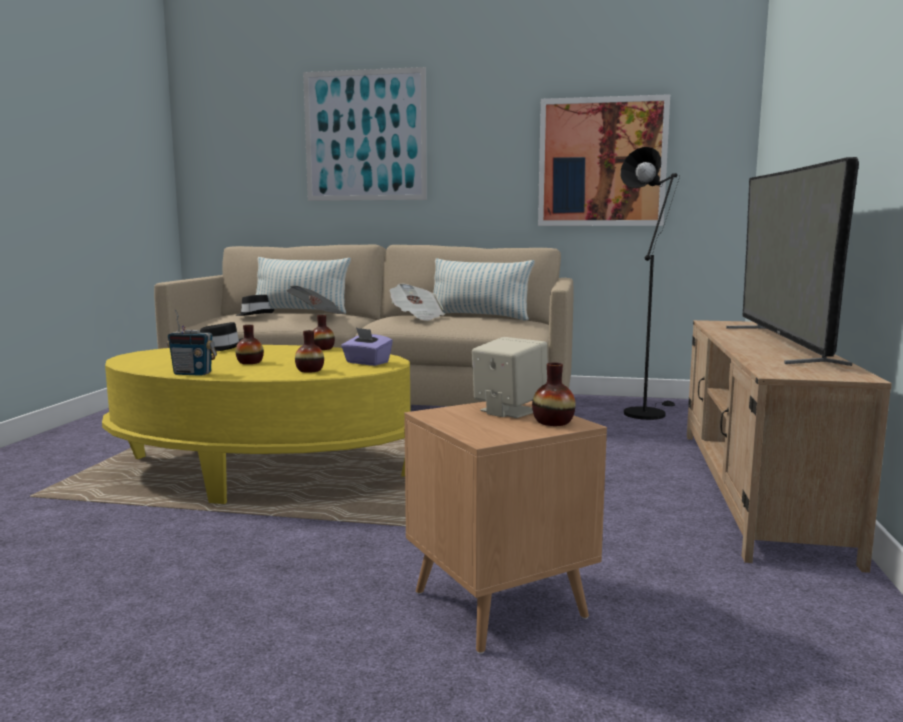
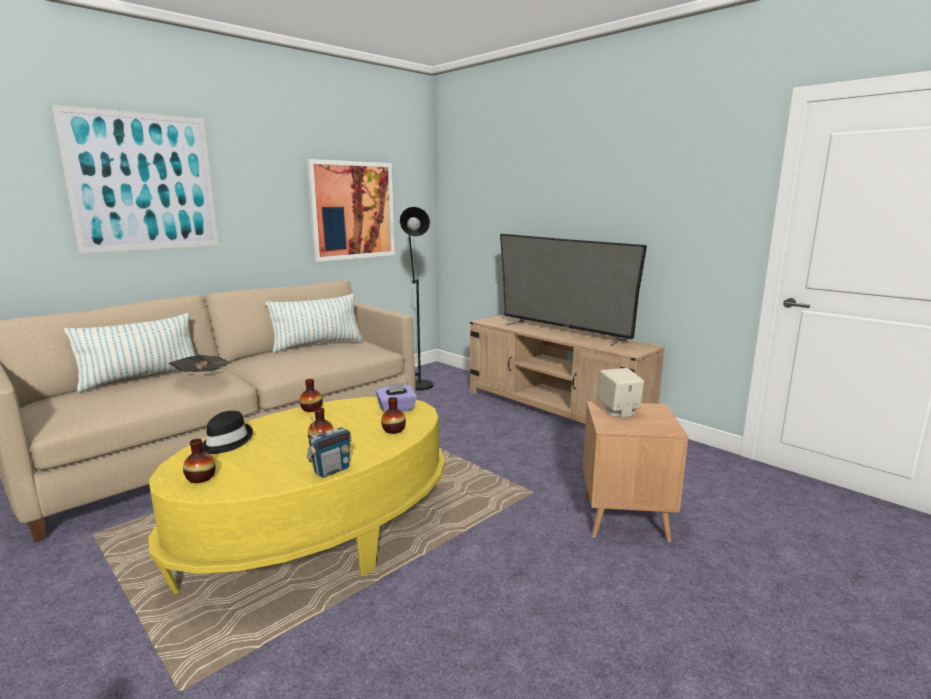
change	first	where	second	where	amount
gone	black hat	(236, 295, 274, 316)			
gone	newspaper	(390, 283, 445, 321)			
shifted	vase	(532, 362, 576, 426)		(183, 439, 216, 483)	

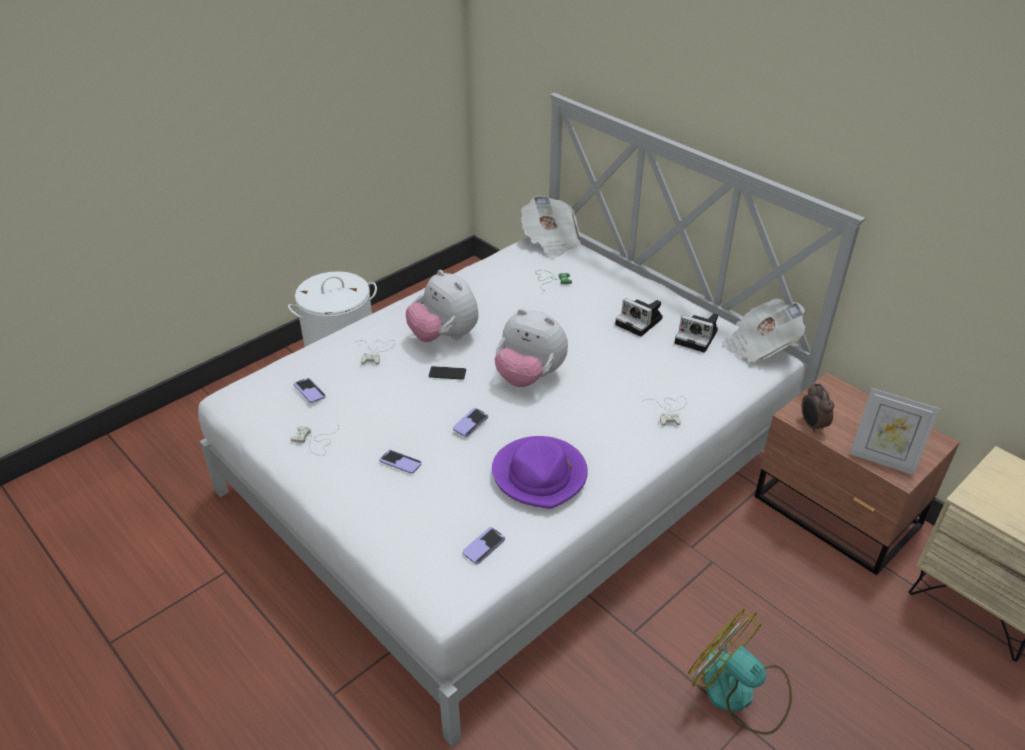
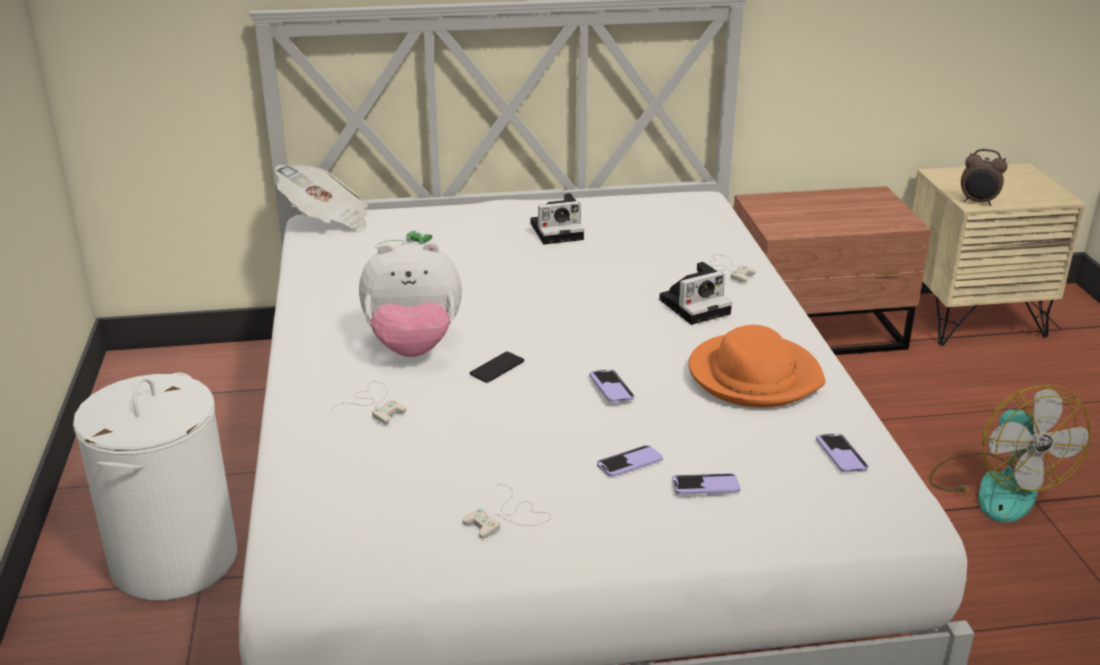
change	first	where	second	where	amount
gone	plush toy	(494, 309, 568, 387)			
gone	newspaper	(722, 298, 806, 363)			
gone	picture frame	(849, 388, 940, 475)			
shifted	phone	(294, 378, 326, 403)		(672, 473, 740, 495)	
shifted	photo camera	(675, 313, 718, 353)		(659, 262, 732, 325)	
shifted	alarm clock	(802, 383, 834, 433)		(961, 149, 1008, 206)	
repainted	purple hat	(492, 436, 588, 509)	orange hat	(689, 325, 825, 407)	
rotated	fan	(688, 608, 792, 735)		(929, 385, 1091, 523)	90 degrees counterclockwise

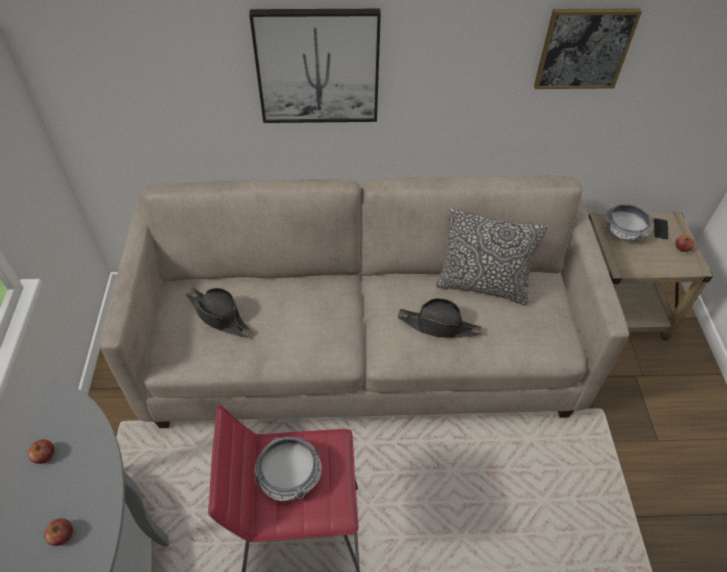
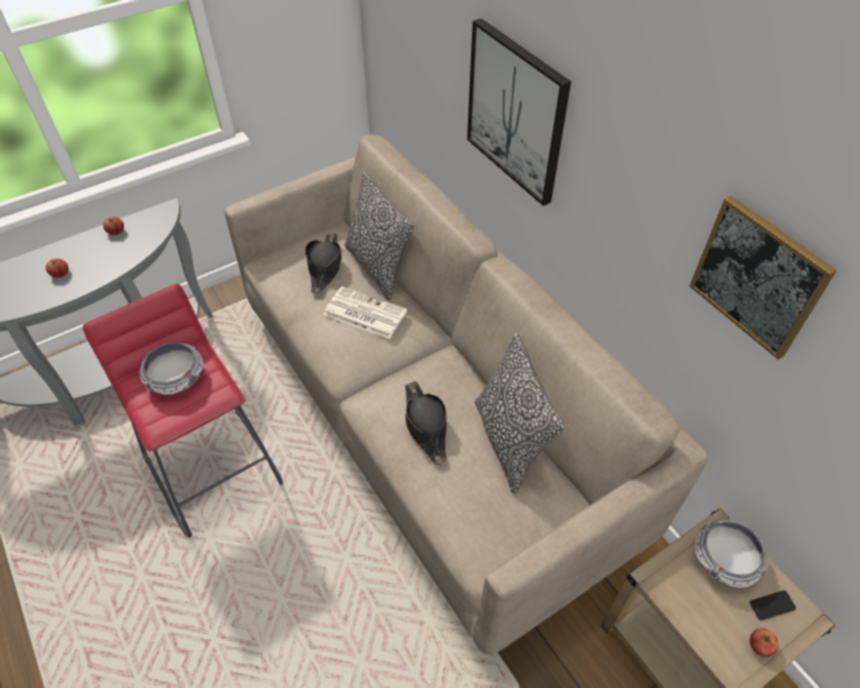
change	first	where	second	where	amount
new			newspaper	(323, 286, 408, 339)	
new			pillow	(345, 171, 414, 301)	

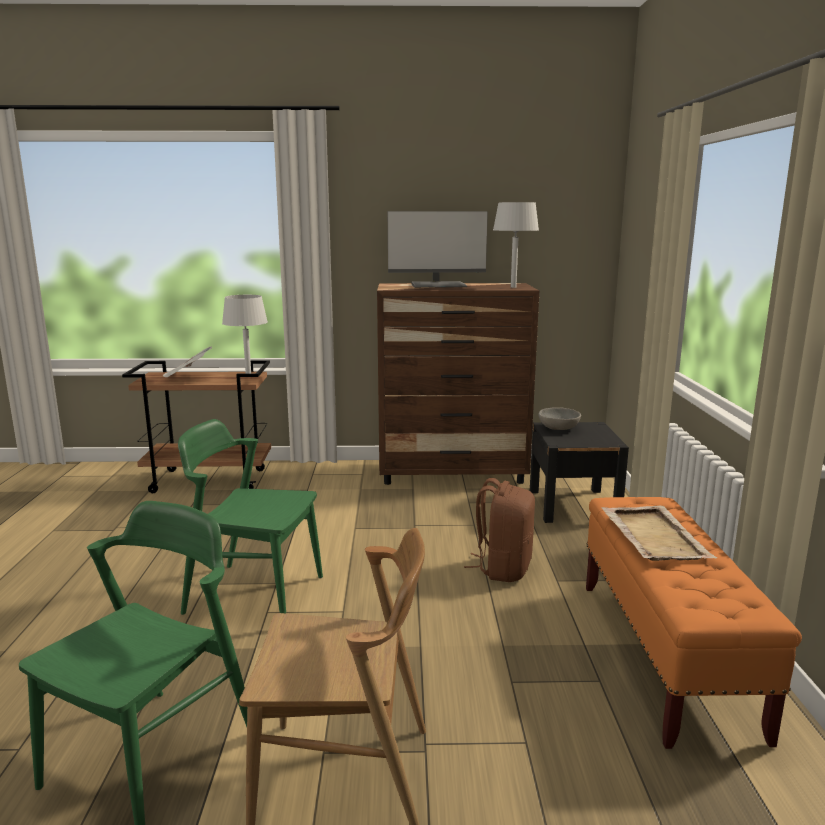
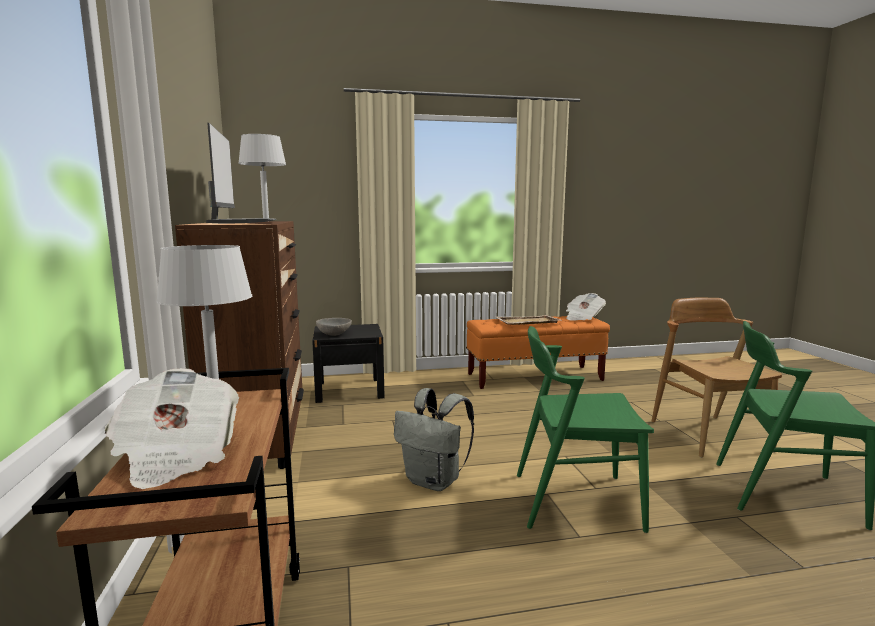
change	first	where	second	where	amount
gone	brown backpack	(464, 478, 535, 582)			
new			grey backpack	(394, 388, 474, 491)	
new			newspaper	(566, 293, 606, 321)	
rotated	green chair	(178, 419, 323, 615)		(517, 326, 654, 533)	90 degrees clockwise

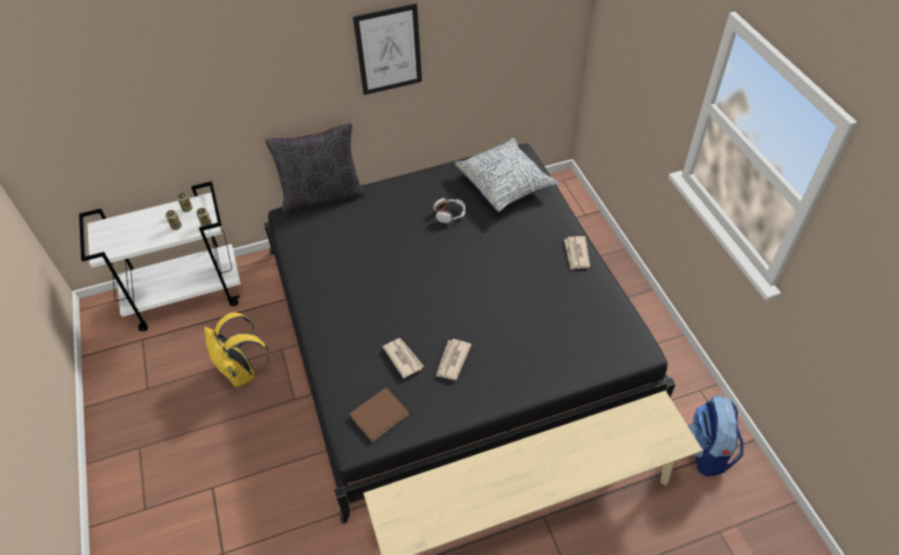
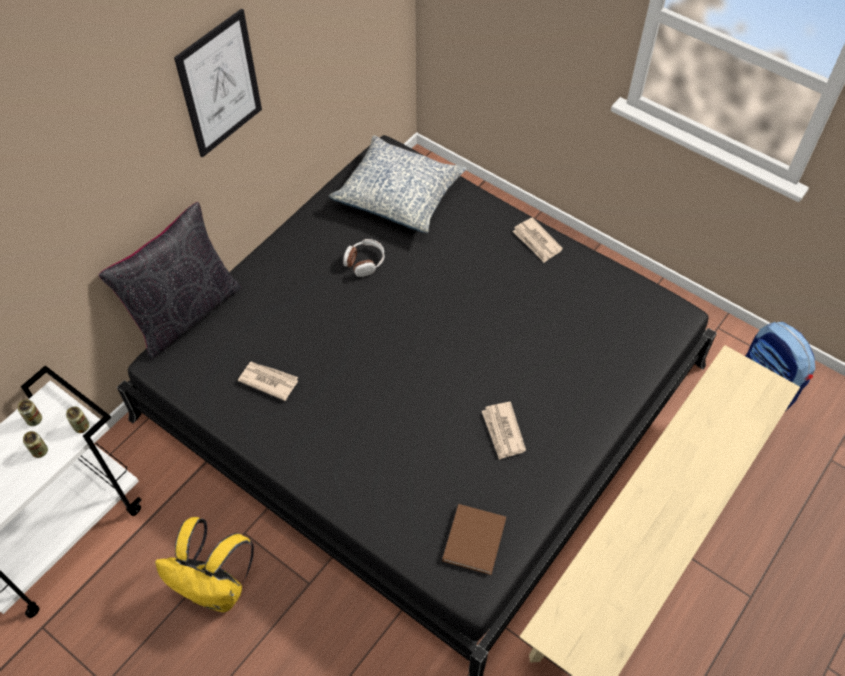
change	first	where	second	where	amount
shifted	newspaper	(383, 338, 424, 378)		(238, 361, 298, 401)	

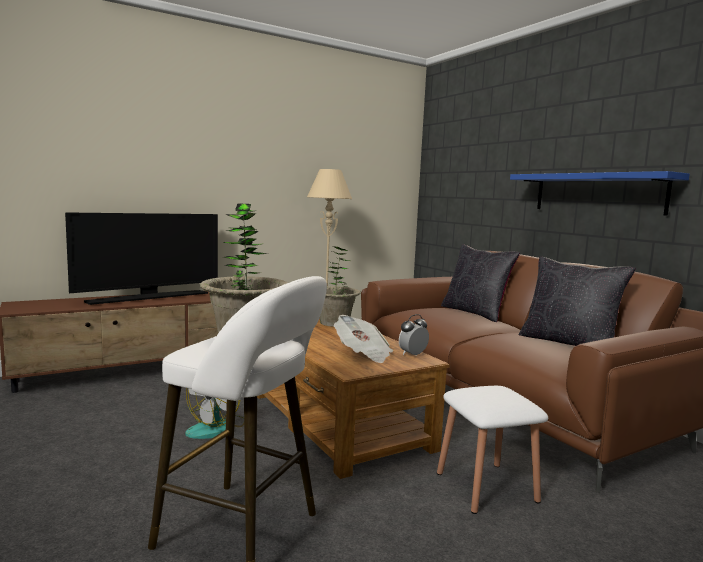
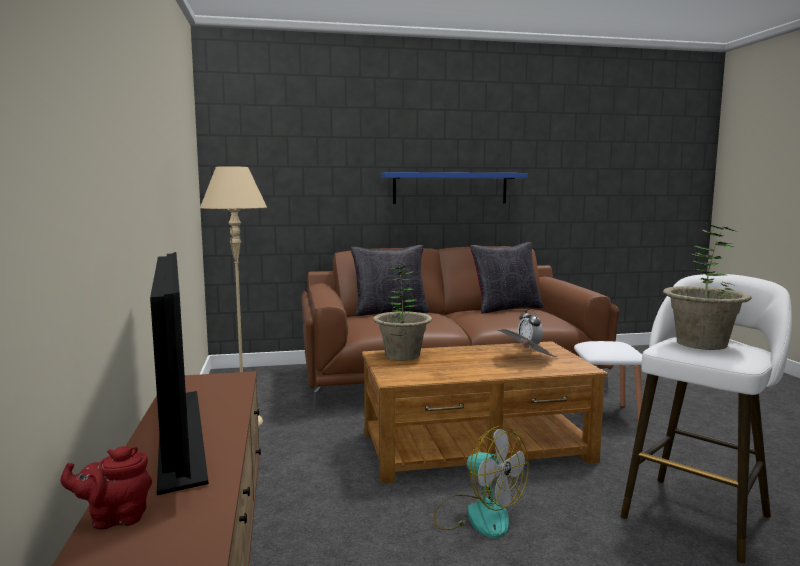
change	first	where	second	where	amount
new			red teapot	(61, 446, 152, 530)	

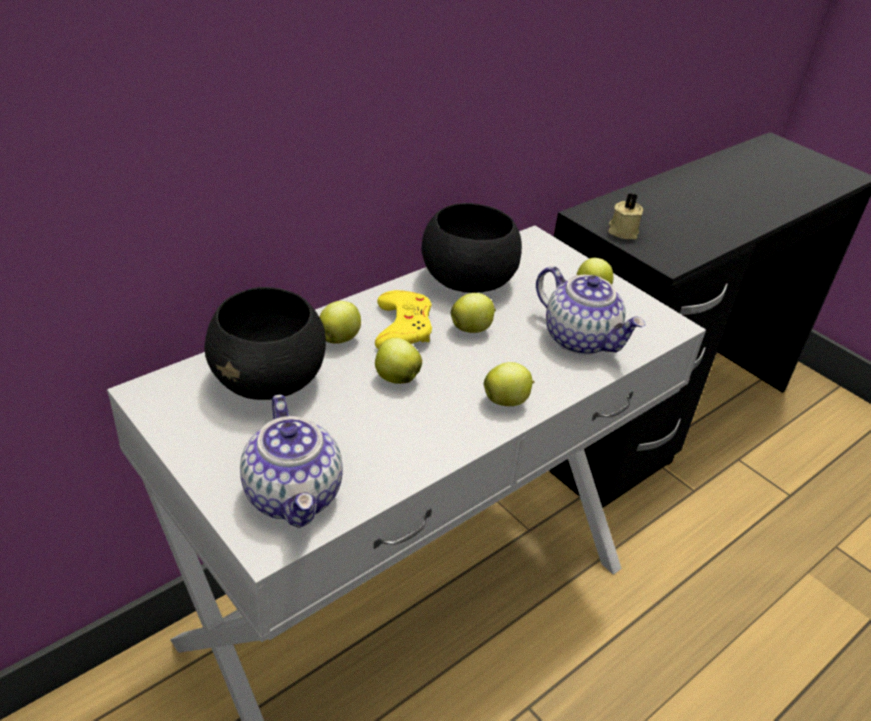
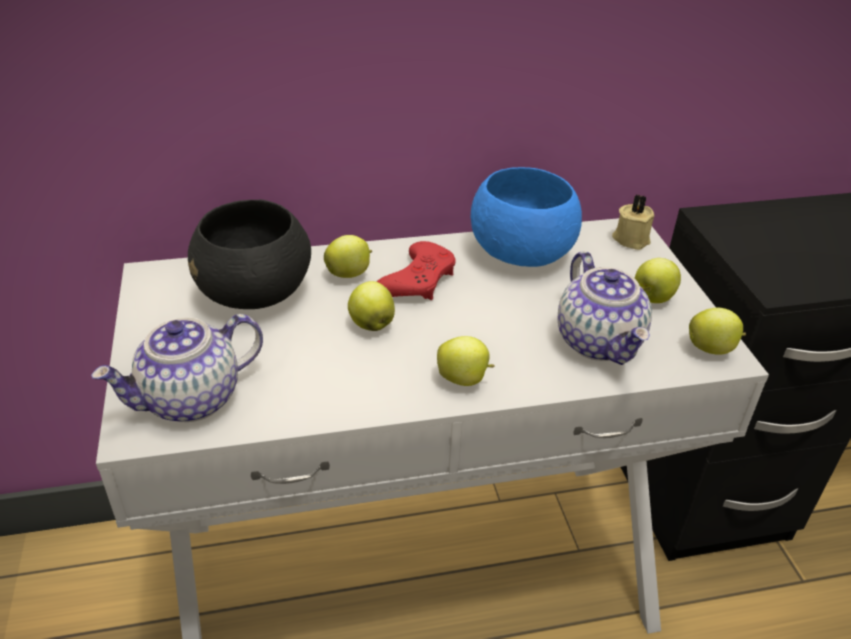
change	first	where	second	where	amount
shifted	apple	(451, 293, 496, 333)		(689, 308, 746, 355)	
shifted	beige candle	(608, 193, 643, 239)		(612, 195, 654, 250)	
repainted	yellow game controller	(375, 290, 432, 349)	red game controller	(377, 241, 456, 300)	
repainted	black bowl	(421, 203, 522, 293)	blue bowl	(471, 167, 582, 267)	
rotated	teapot	(240, 395, 343, 528)		(91, 314, 263, 422)	45 degrees clockwise

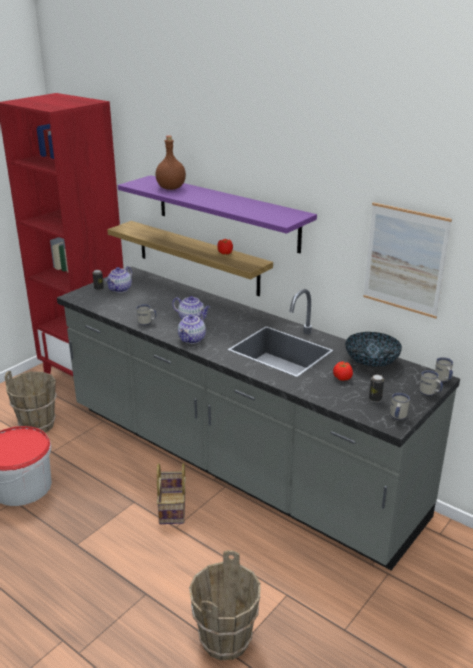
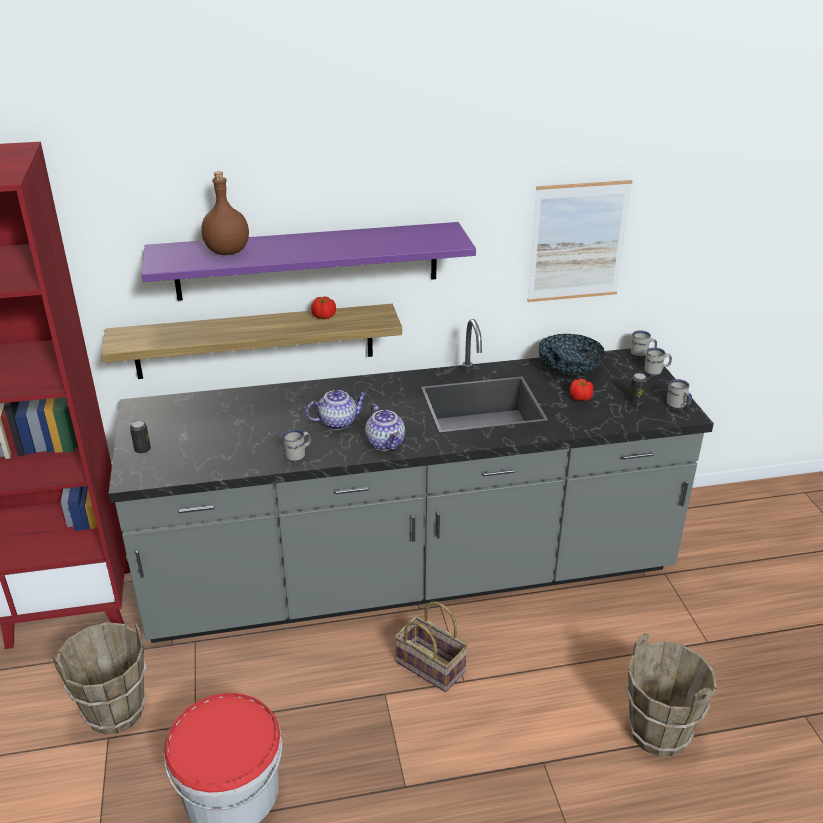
change	first	where	second	where	amount
gone	teapot	(105, 266, 132, 293)			

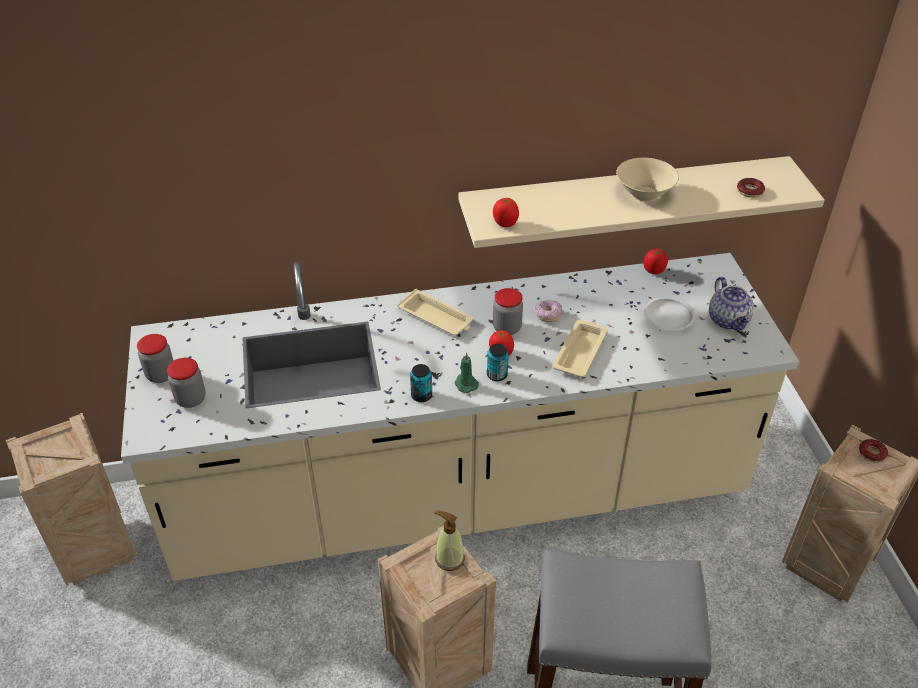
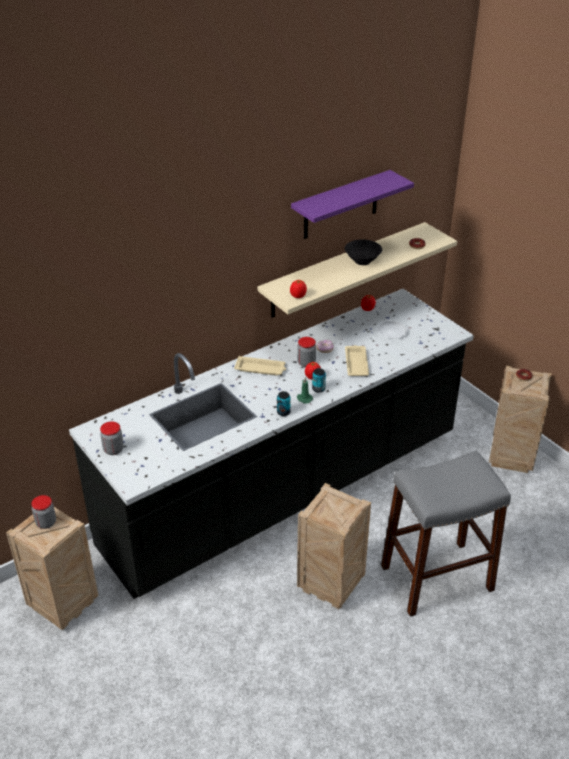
change	first	where	second	where	amount
gone	soap dispenser	(435, 510, 465, 571)			
gone	teapot	(709, 277, 754, 332)			
new			purple shelf	(291, 170, 414, 239)	
shifted	jar	(167, 358, 206, 408)		(31, 495, 56, 529)	
repainted	beige counter	(121, 253, 800, 581)	black counter	(69, 289, 474, 599)	
repainted	beige bowl	(616, 158, 679, 201)	black bowl	(345, 239, 382, 265)	

